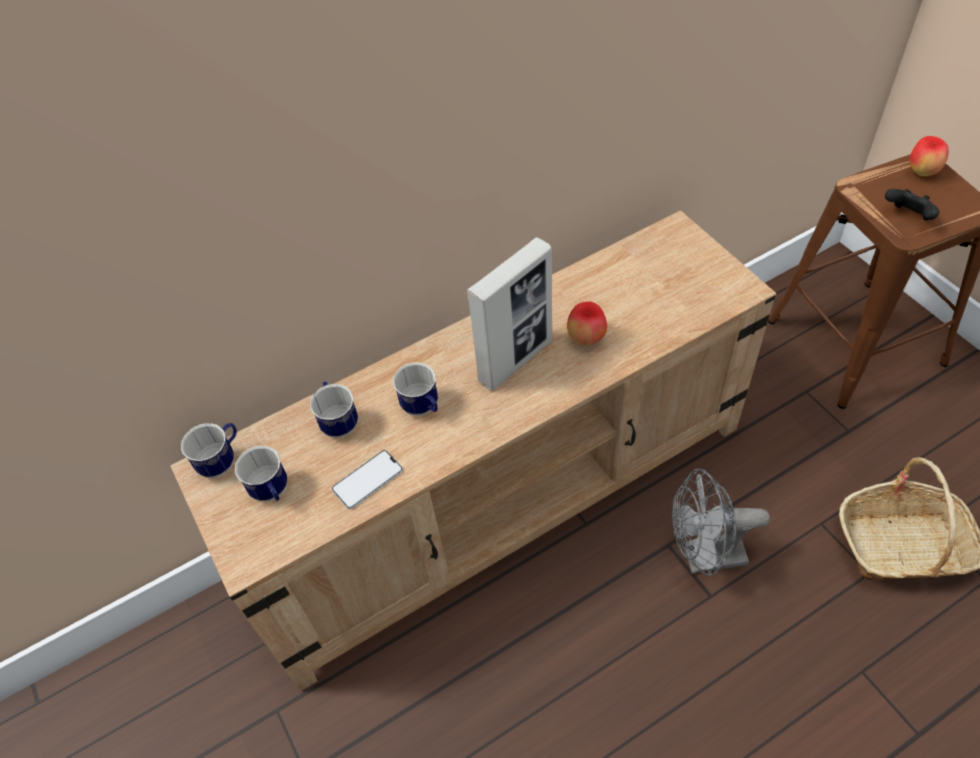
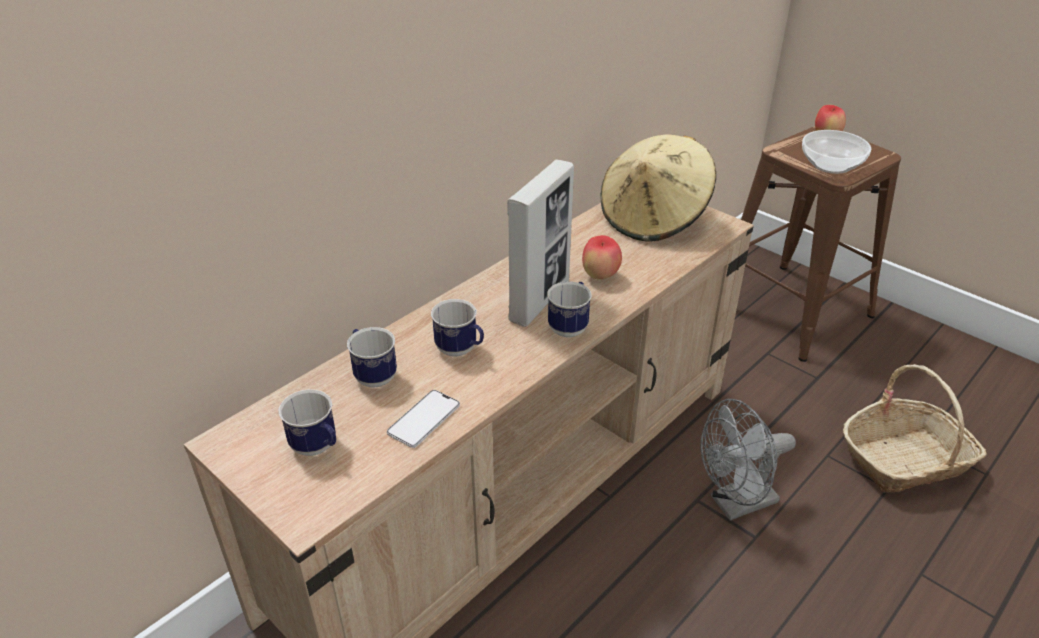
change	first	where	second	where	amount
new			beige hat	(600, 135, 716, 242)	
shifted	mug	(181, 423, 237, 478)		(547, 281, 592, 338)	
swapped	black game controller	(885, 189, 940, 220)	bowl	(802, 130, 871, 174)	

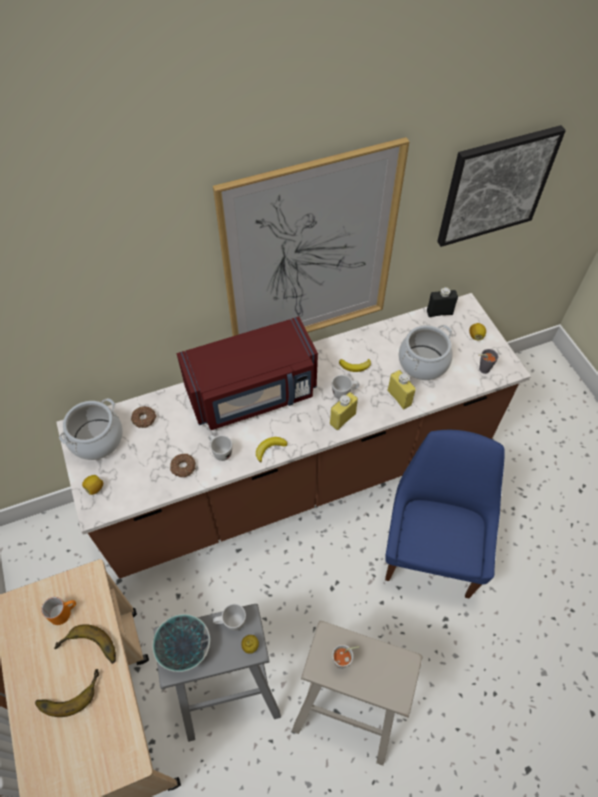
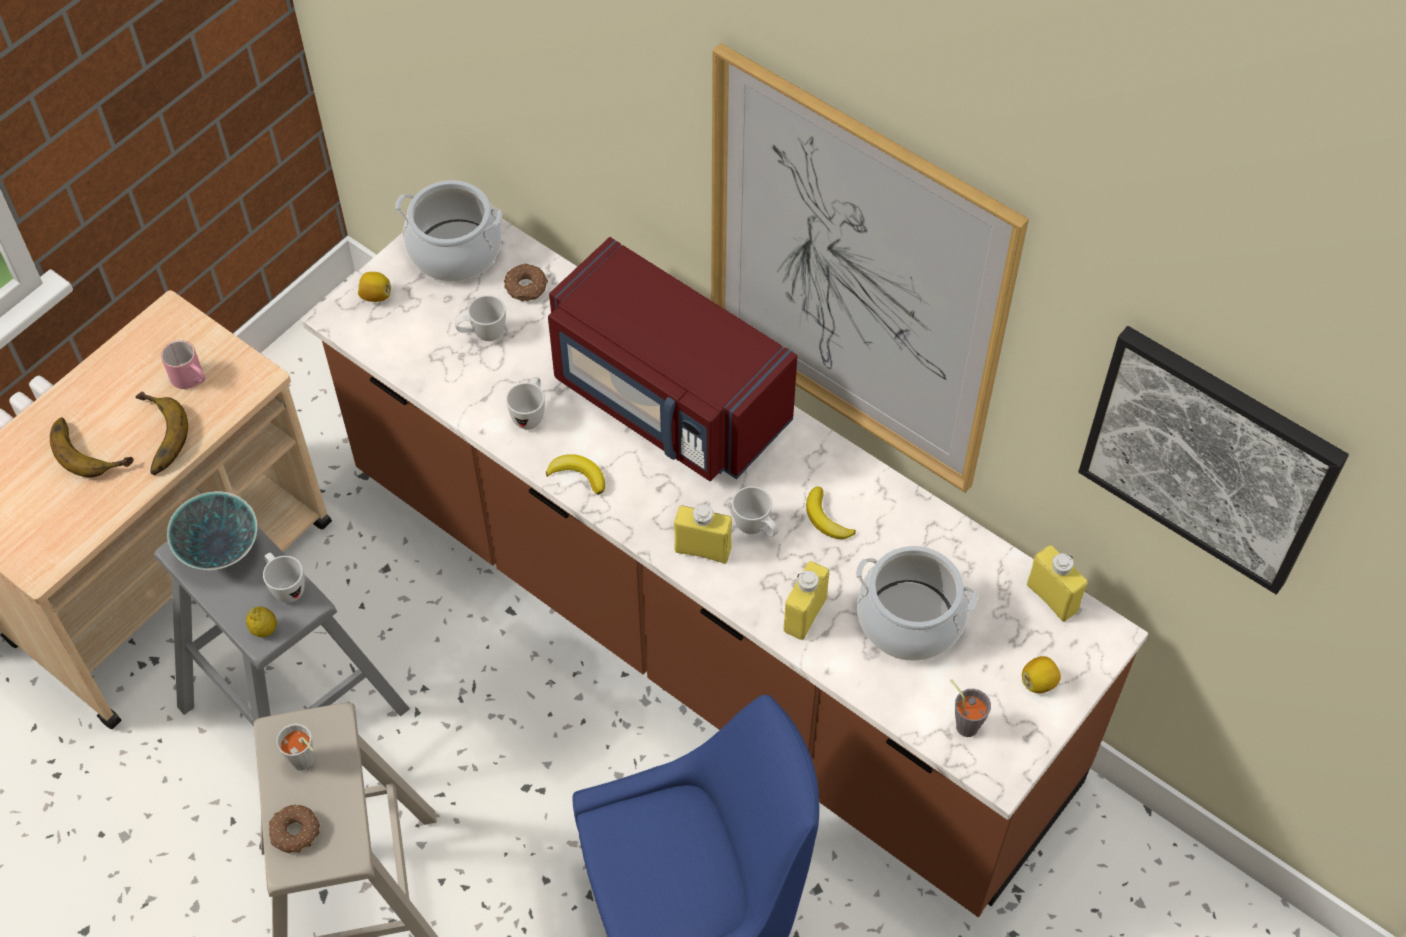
change	first	where	second	where	amount
new			white mug	(455, 295, 506, 341)	
shifted	donut	(170, 454, 196, 477)		(269, 804, 320, 853)	
repainted	orange mug	(41, 597, 76, 625)	pink mug	(161, 340, 206, 389)	
repainted	black bottle	(427, 287, 458, 317)	yellow bottle	(1027, 545, 1087, 622)	

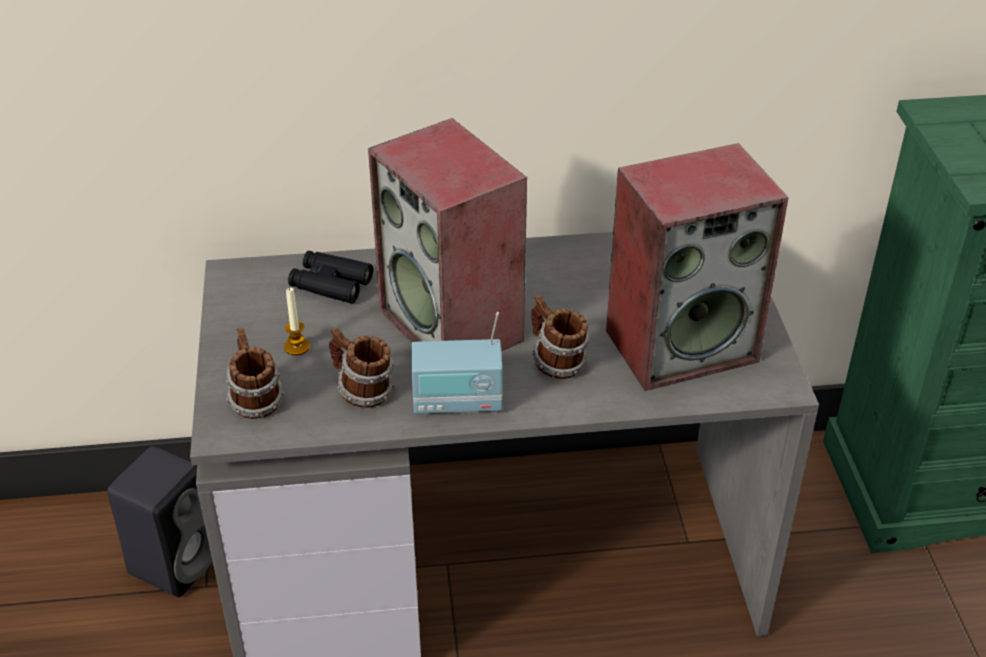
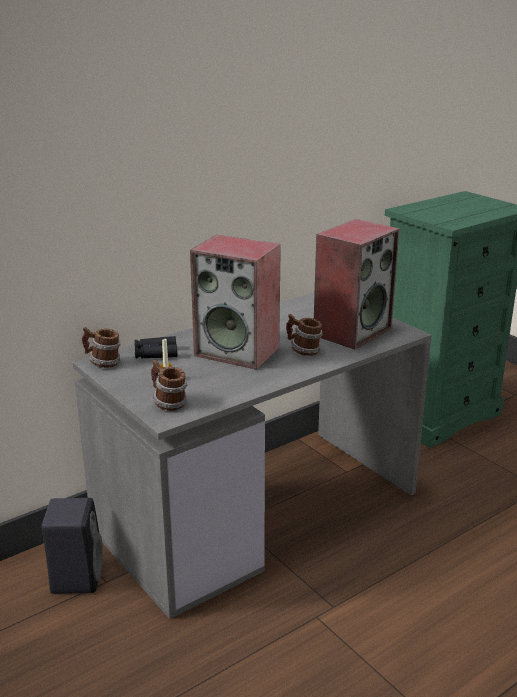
change	first	where	second	where	amount
gone	radio	(412, 312, 503, 414)			
shifted	mug	(329, 327, 394, 408)		(82, 327, 121, 368)	

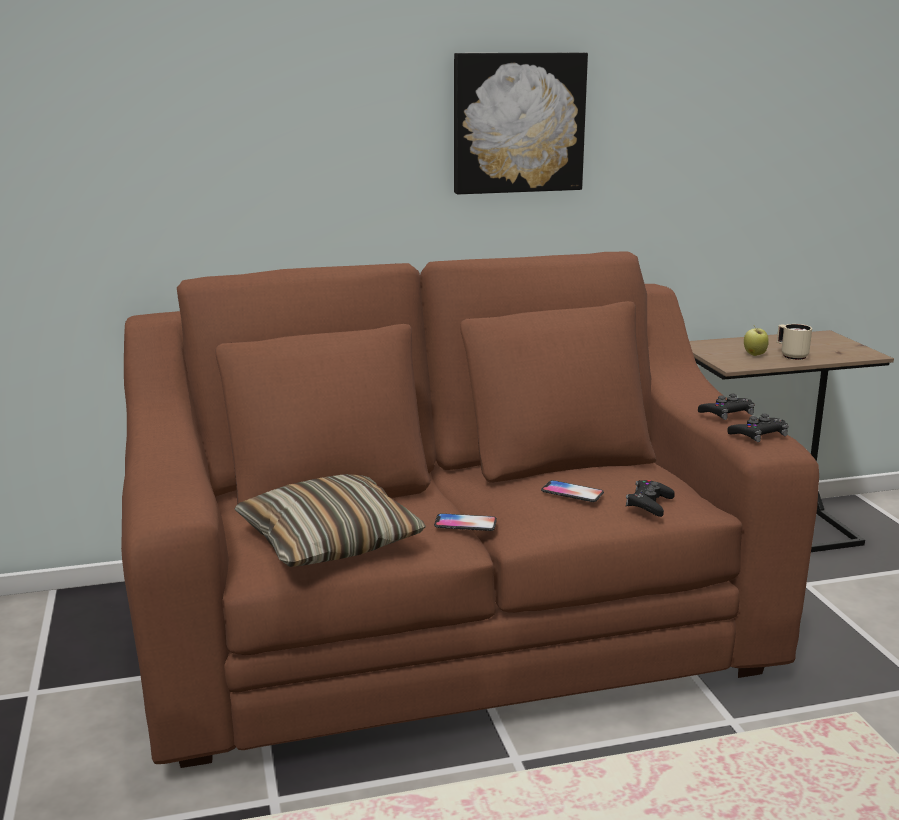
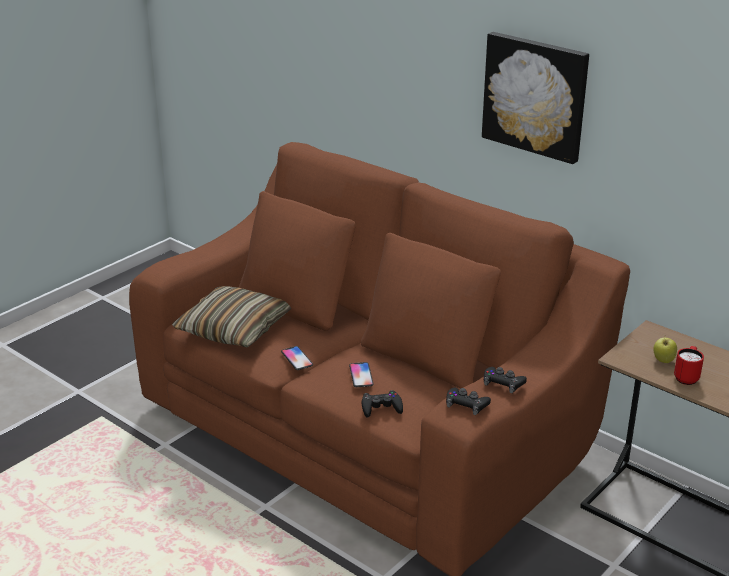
change	first	where	second	where	amount
repainted	beige mug	(777, 324, 812, 360)	red mug	(674, 346, 704, 385)	

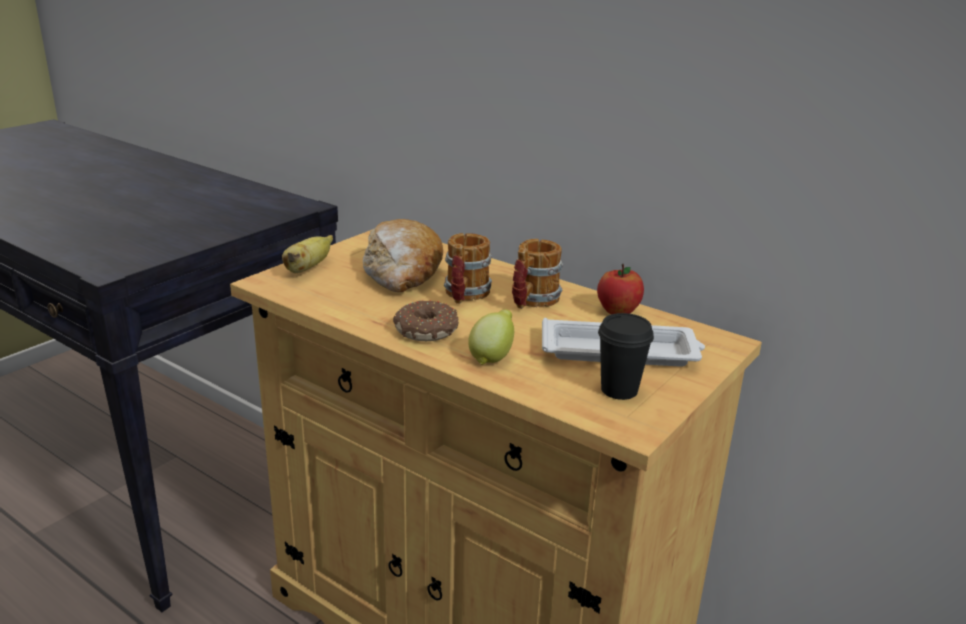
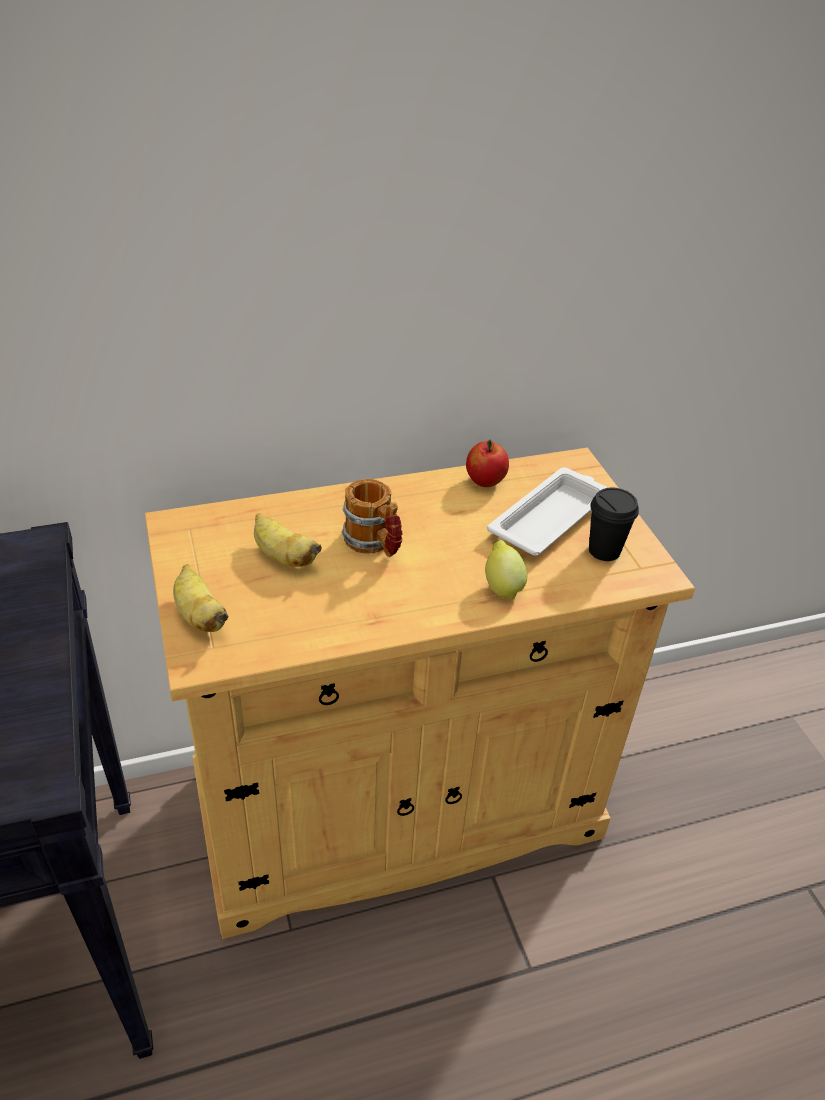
change	first	where	second	where	amount
gone	donut	(393, 300, 459, 341)			
gone	mug	(512, 239, 563, 309)			
swapped	bread	(363, 219, 443, 292)	banana	(254, 513, 322, 567)	

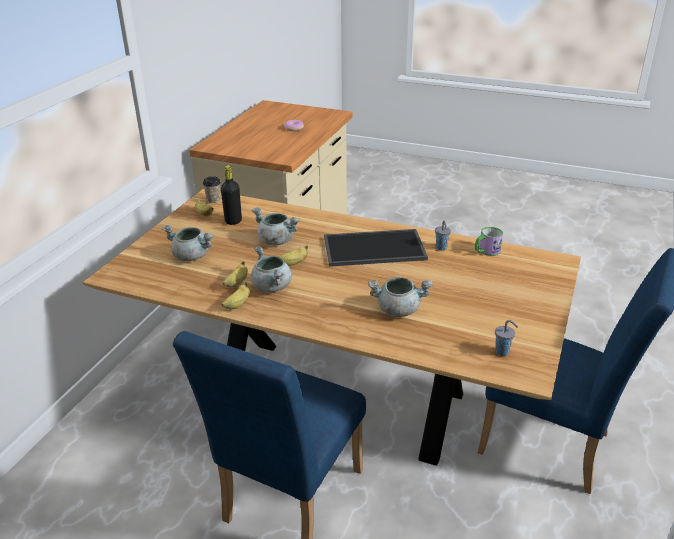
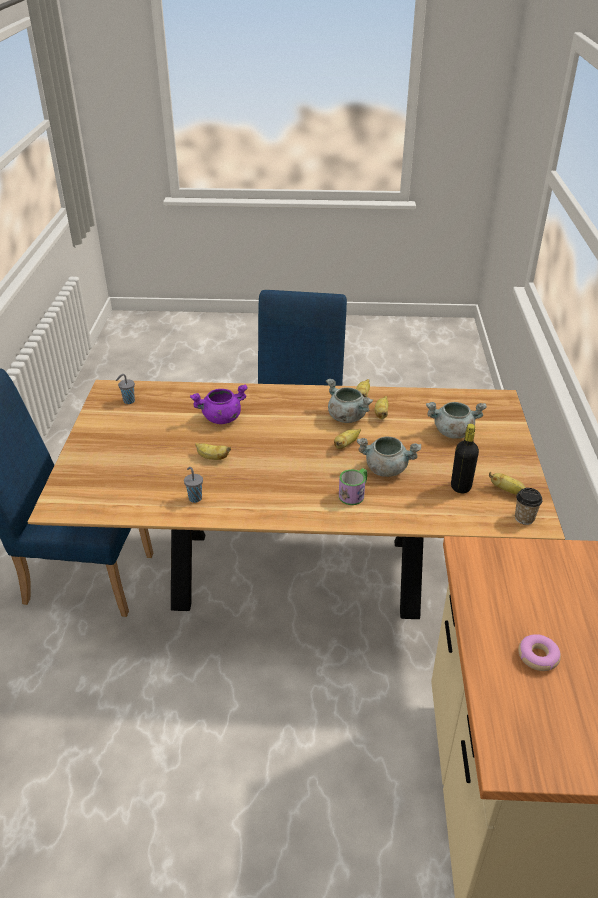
change	first	where	second	where	amount
gone	tray	(324, 229, 428, 267)			
new			banana	(195, 443, 231, 460)	
shifted	mug	(475, 227, 503, 256)		(339, 468, 367, 505)	
repainted	grey cooking pot	(368, 277, 433, 317)	purple cooking pot	(190, 384, 248, 424)	

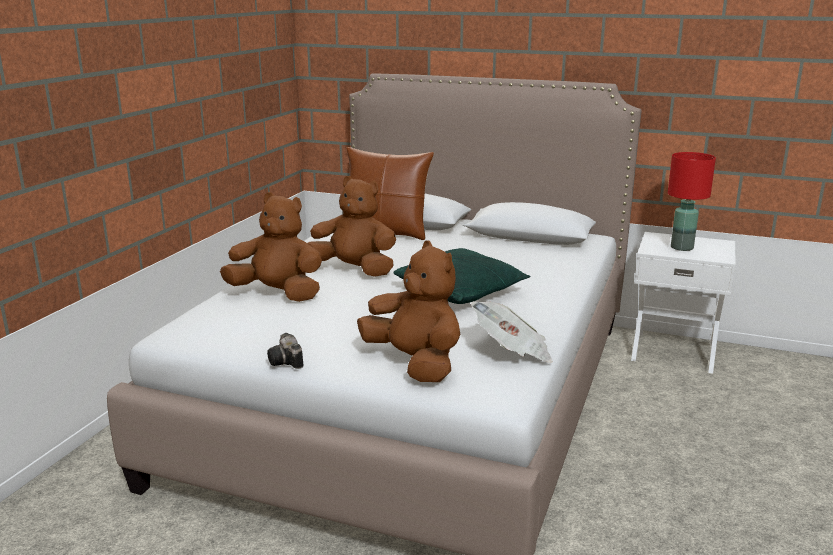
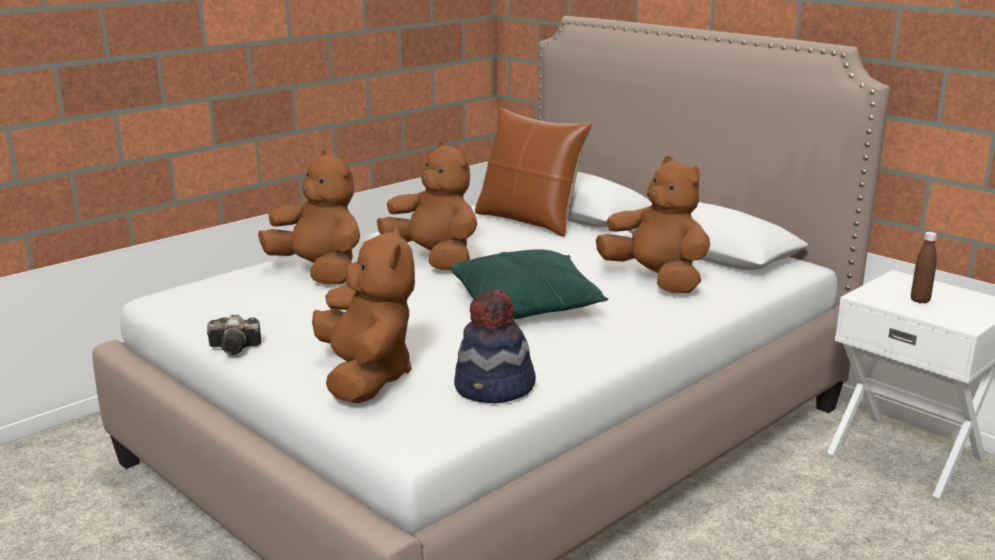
change	first	where	second	where	amount
new			brown plush toy	(596, 156, 710, 293)	
swapped	newspaper	(471, 301, 553, 363)	hat	(454, 289, 536, 403)	
swapped	red table lamp	(668, 152, 716, 251)	brown bottle	(911, 232, 937, 303)	
rotated	photo camera	(267, 333, 303, 369)		(207, 315, 261, 355)	90 degrees counterclockwise

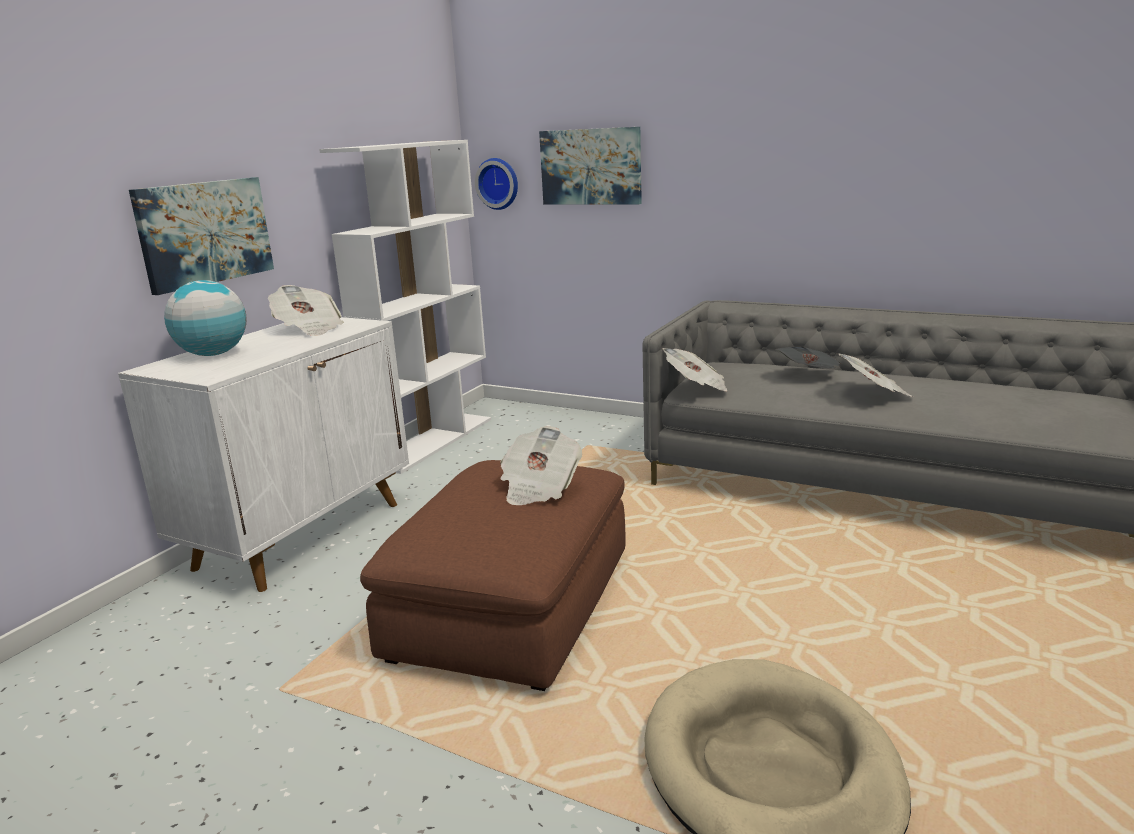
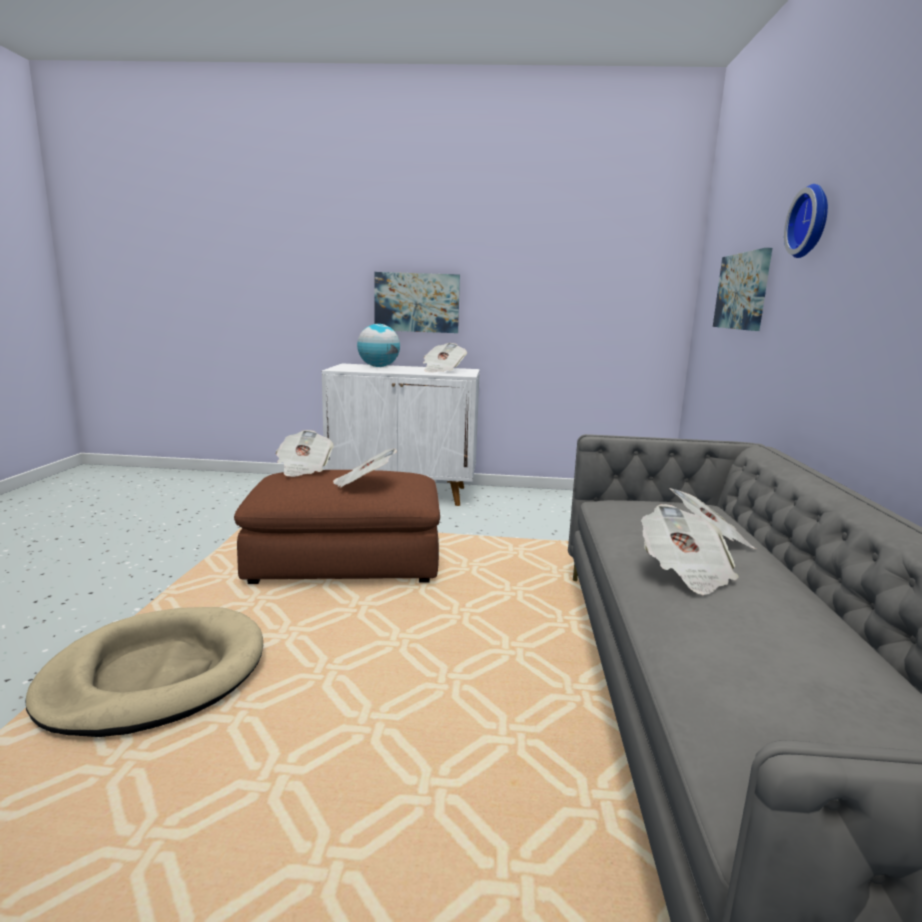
change	first	where	second	where	amount
gone	white bookcase	(319, 140, 491, 474)			
shifted	wall clock	(475, 158, 518, 210)		(784, 184, 828, 258)	
shifted	newspaper	(662, 348, 727, 391)		(276, 430, 334, 477)	

